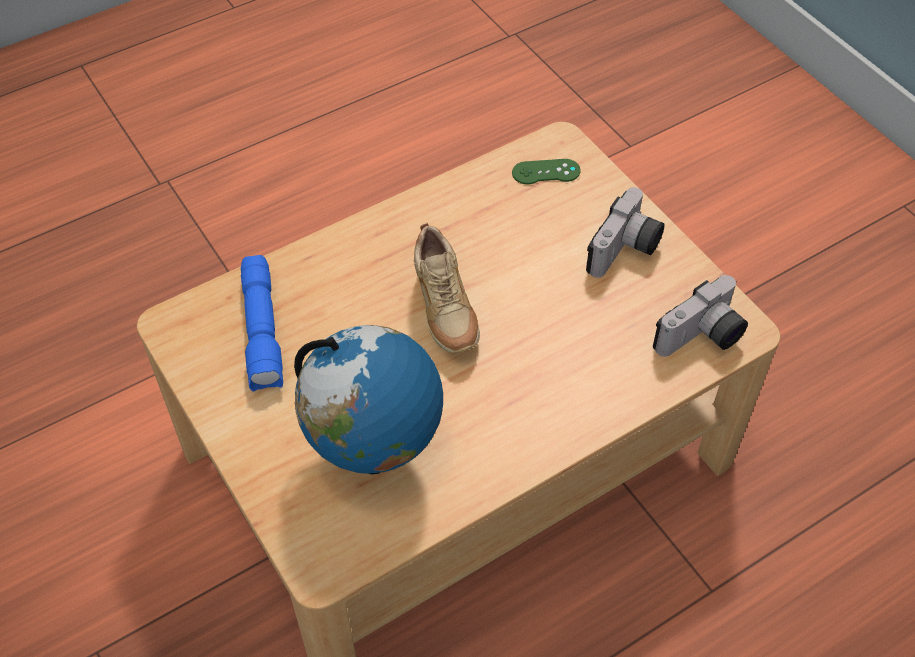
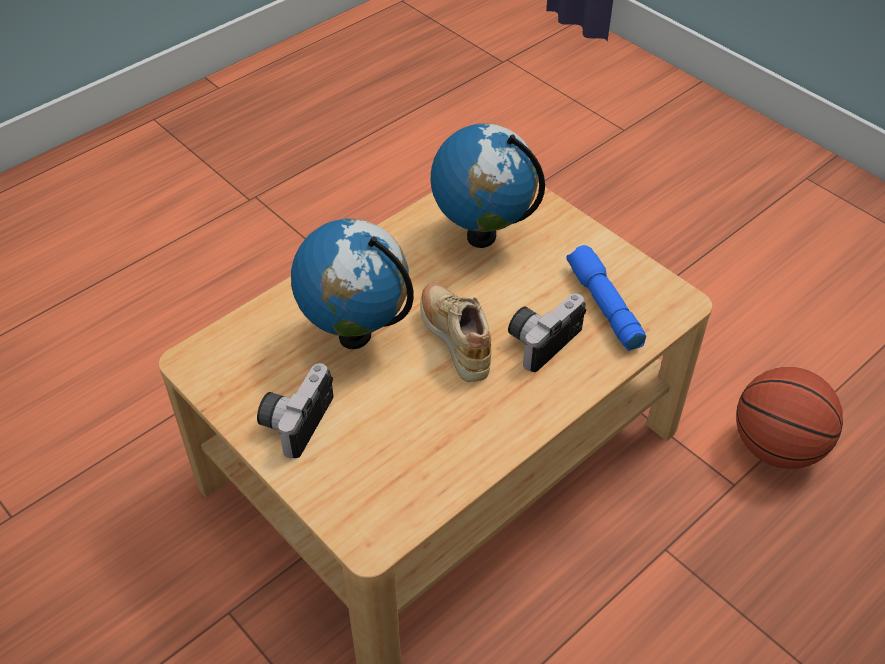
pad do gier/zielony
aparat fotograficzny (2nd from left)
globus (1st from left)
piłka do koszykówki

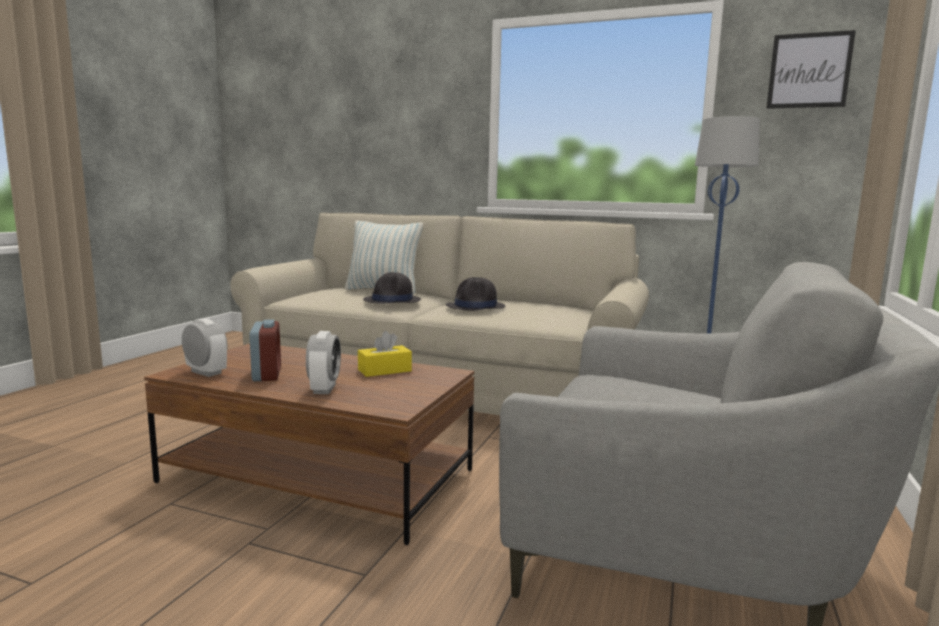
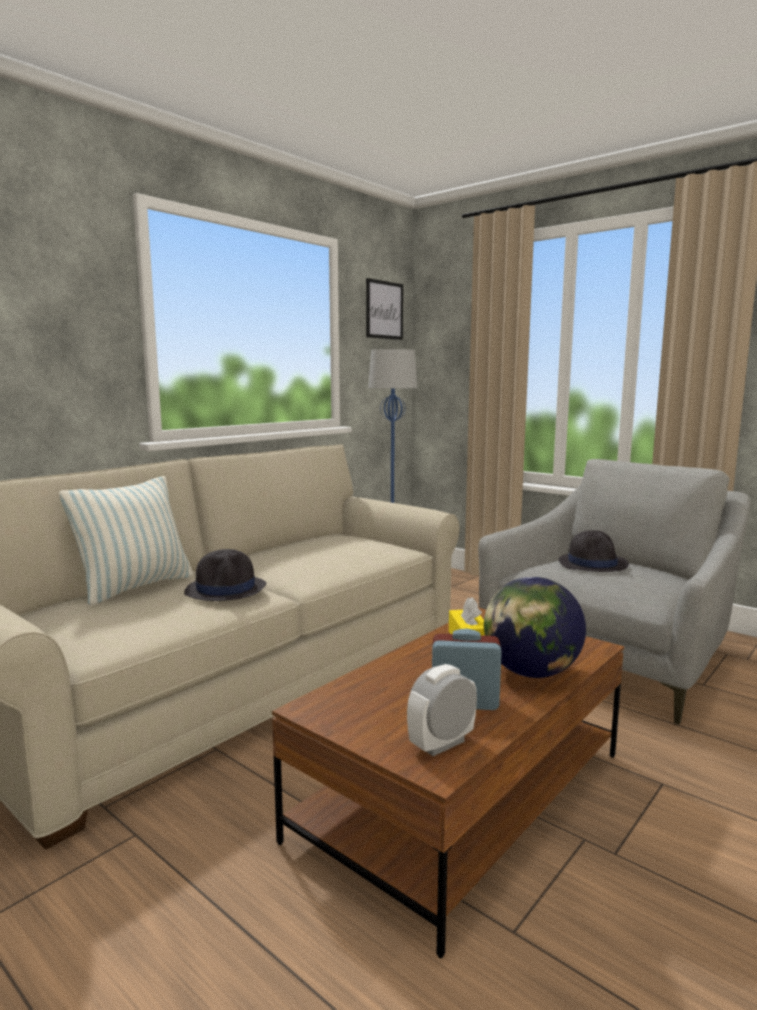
kapelusz/czarny (2nd from left)
globus

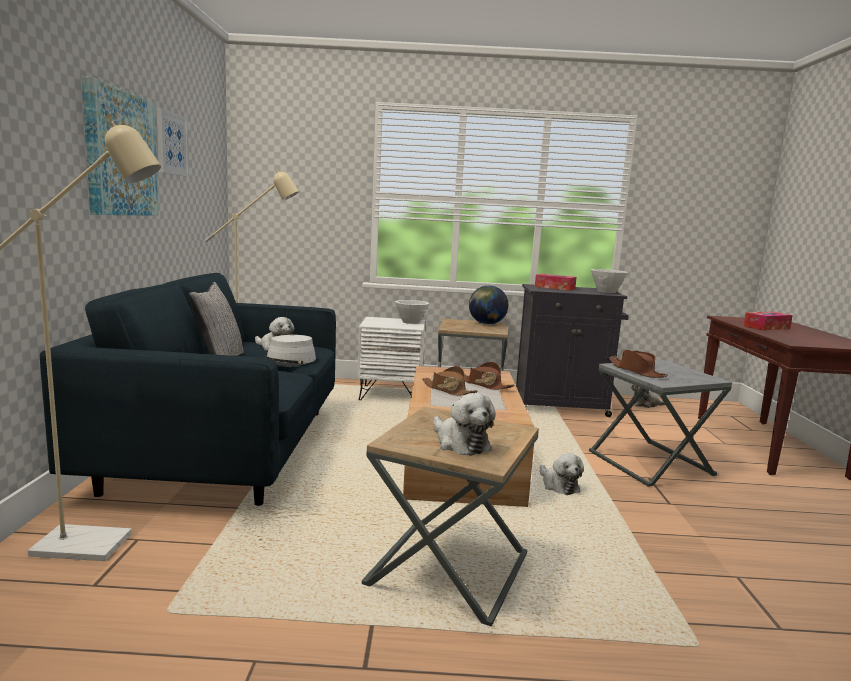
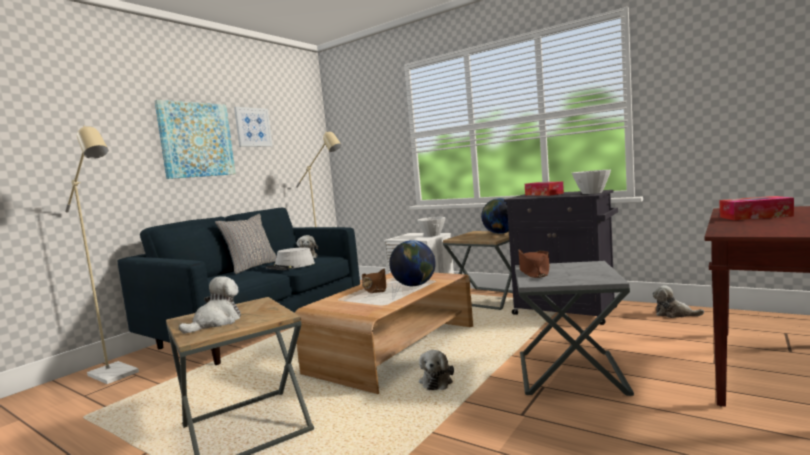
globus (1st from left)
pluszak (1st from left)

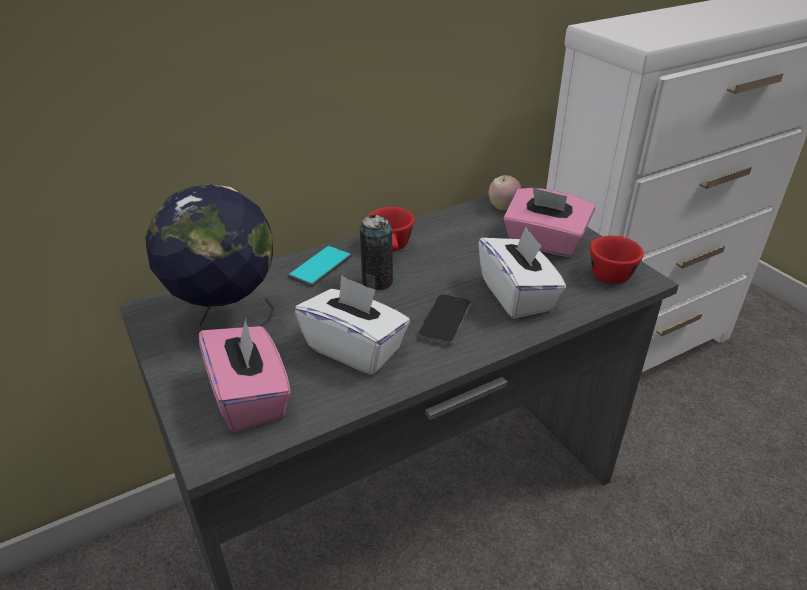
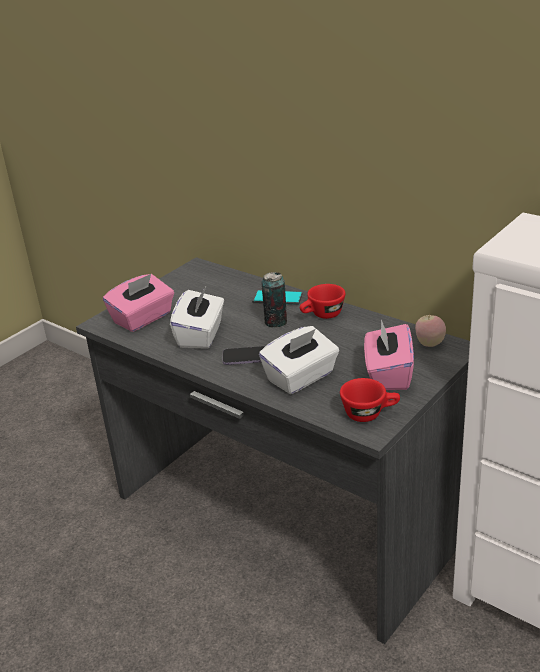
globus

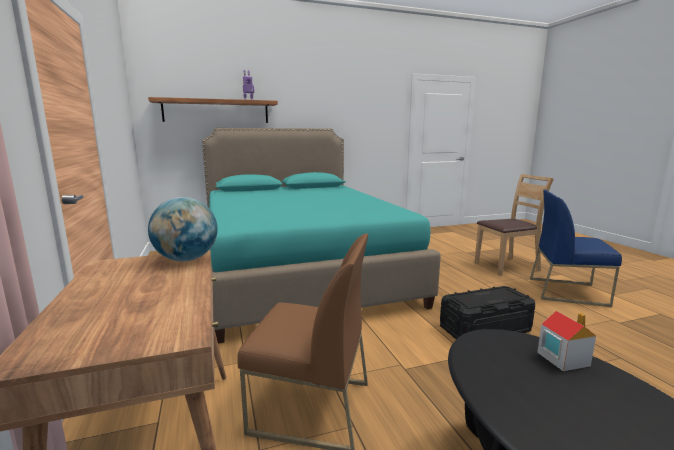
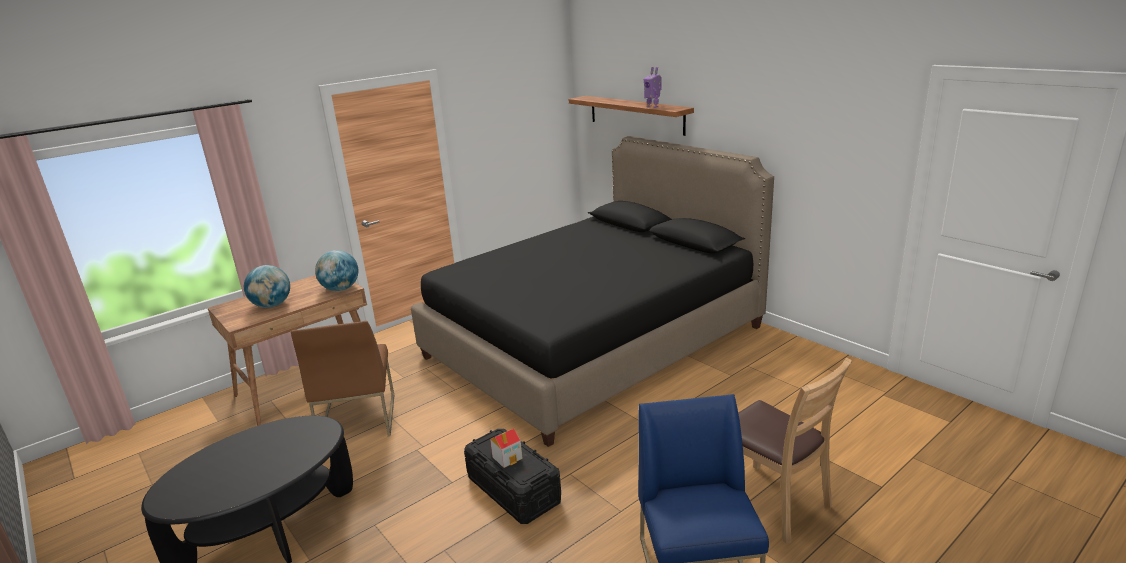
łóżko/czarny
domek
globus (1st from left)

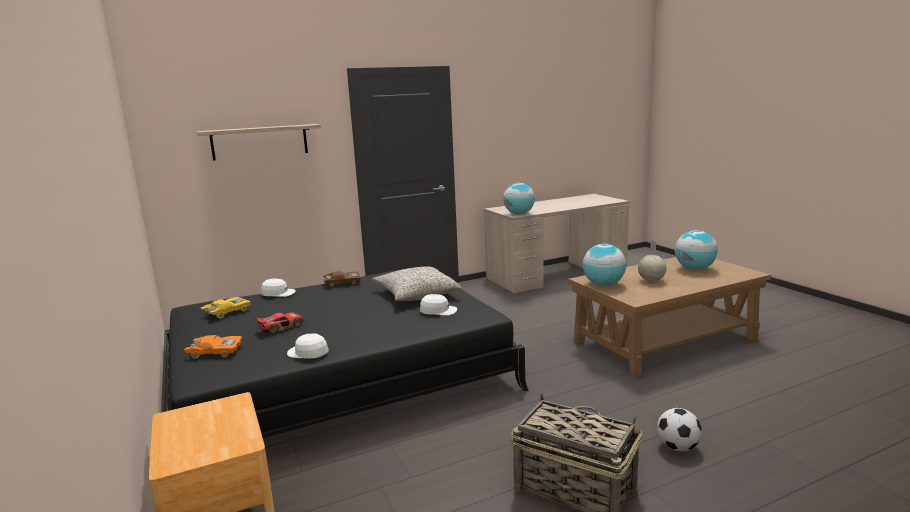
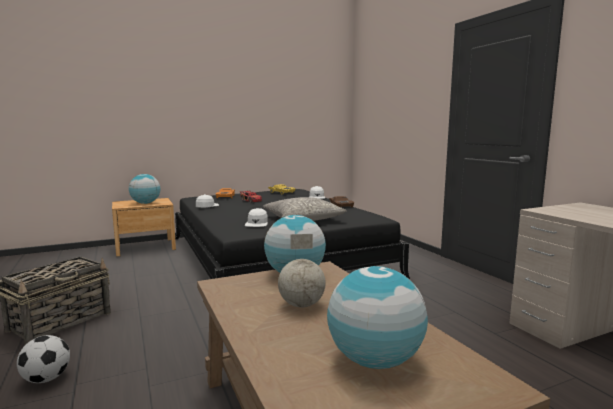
półka
globus (1st from left)

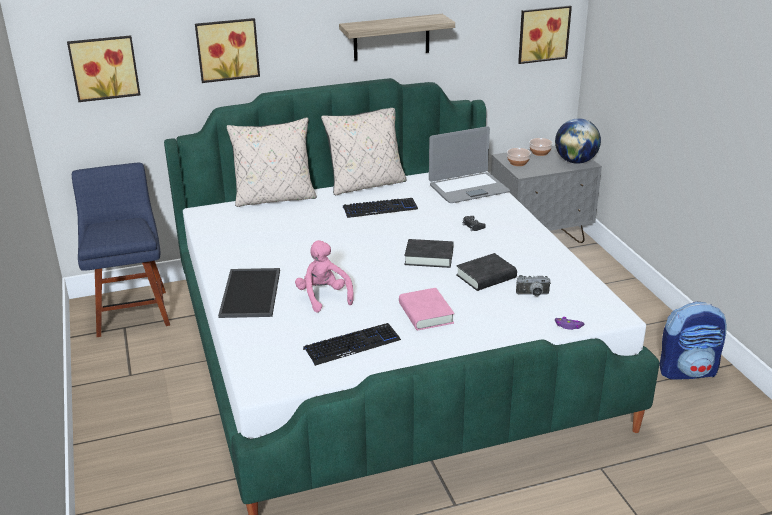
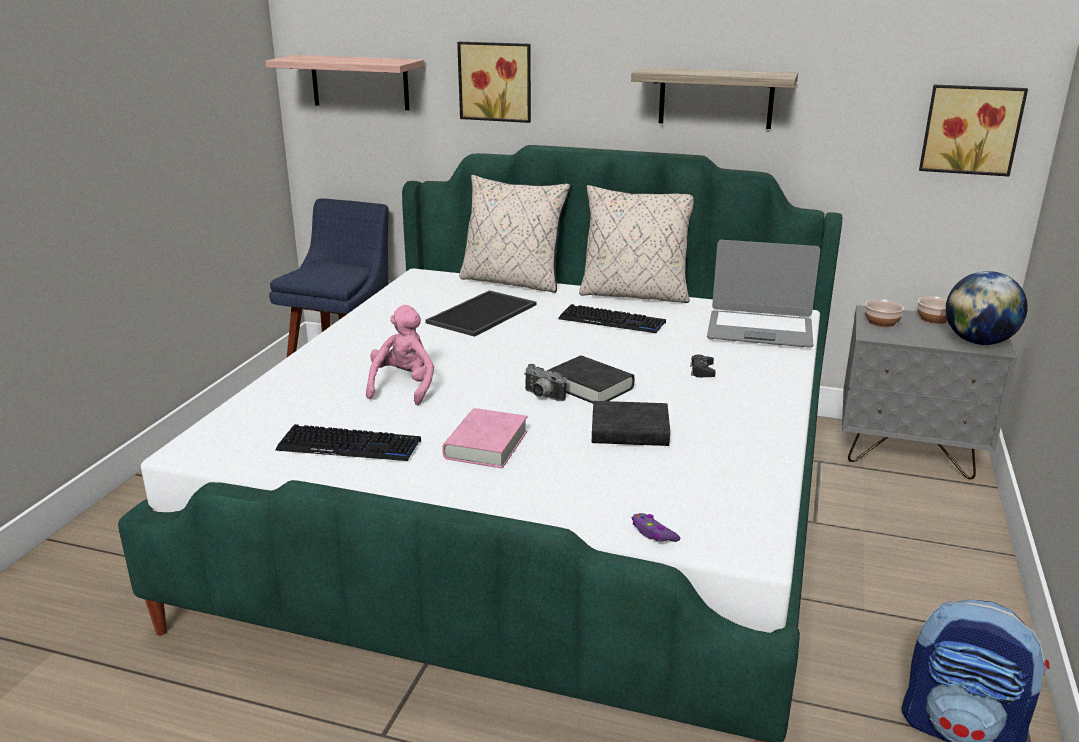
półka (1st from left)
taca
aparat fotograficzny

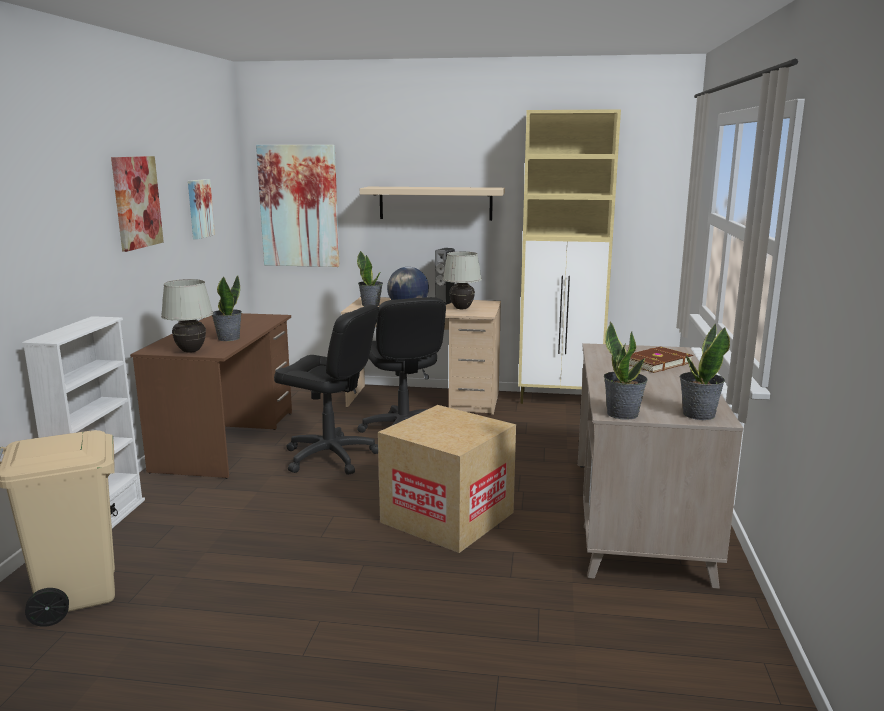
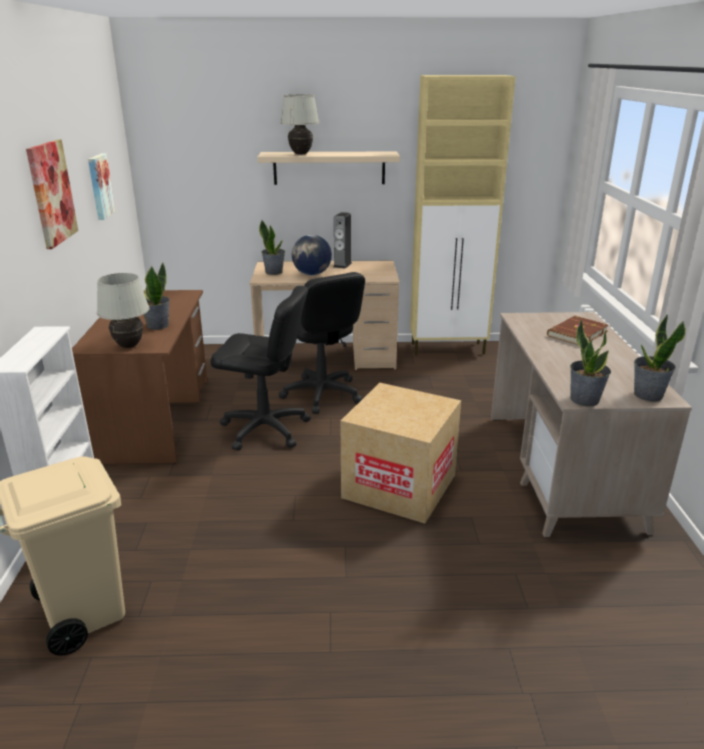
obraz (3rd from left in the first image)
lampa stołowa/biały (2nd from left)

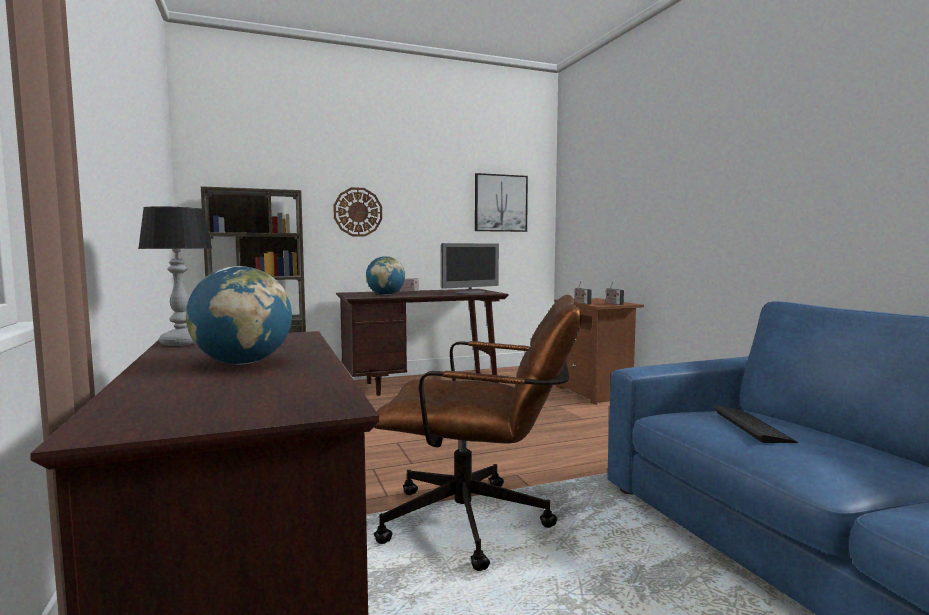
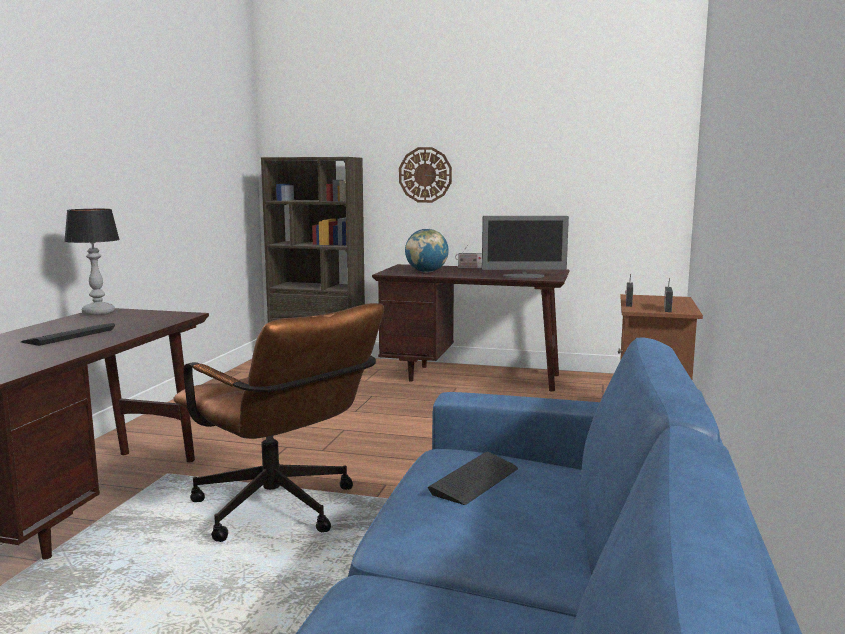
obraz
klawiatura (1st from left)

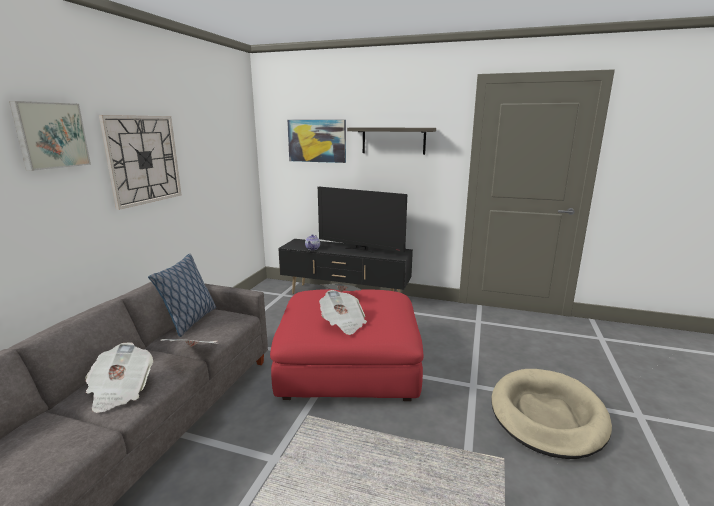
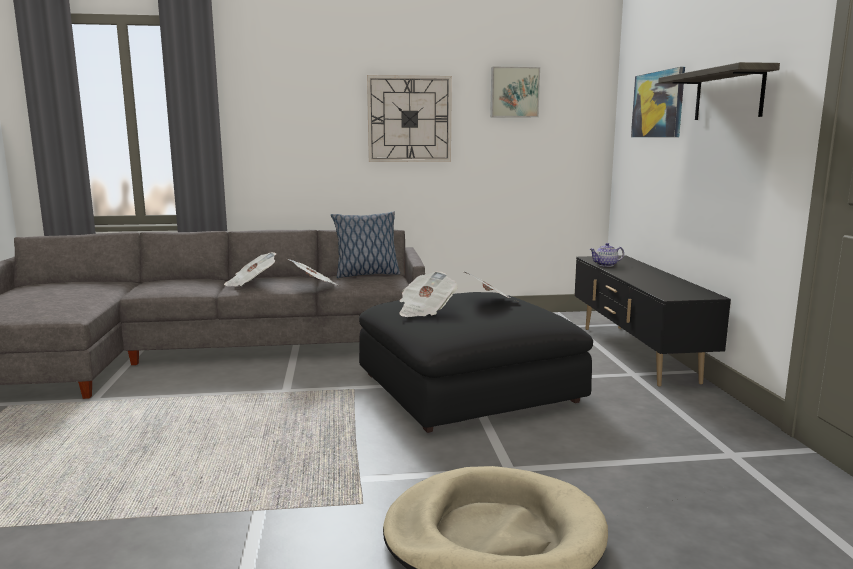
obraz (1st from left)
telewizor
pufa/czarny

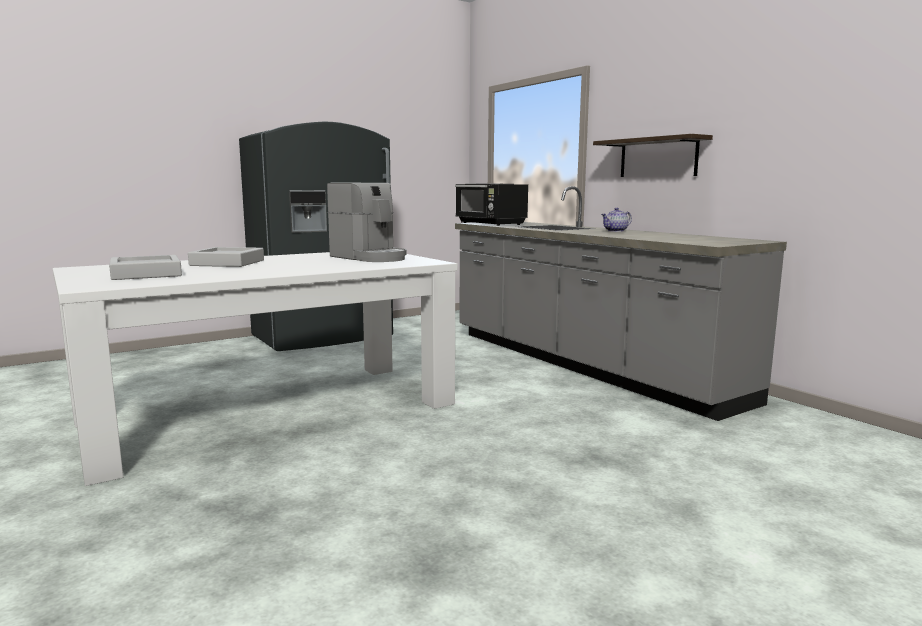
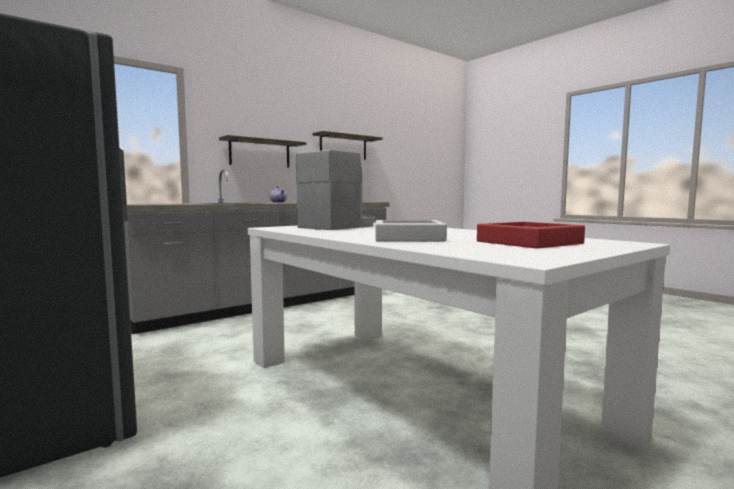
mikrofalówka/czarny
taca/czerwony
półka (2nd from left)

